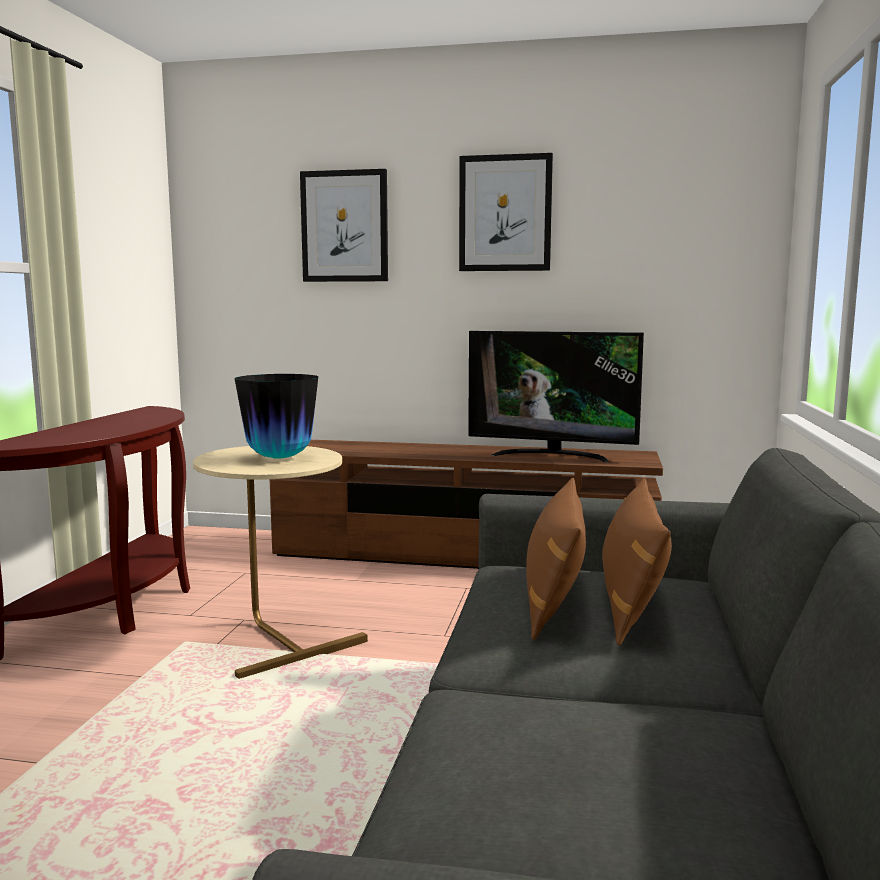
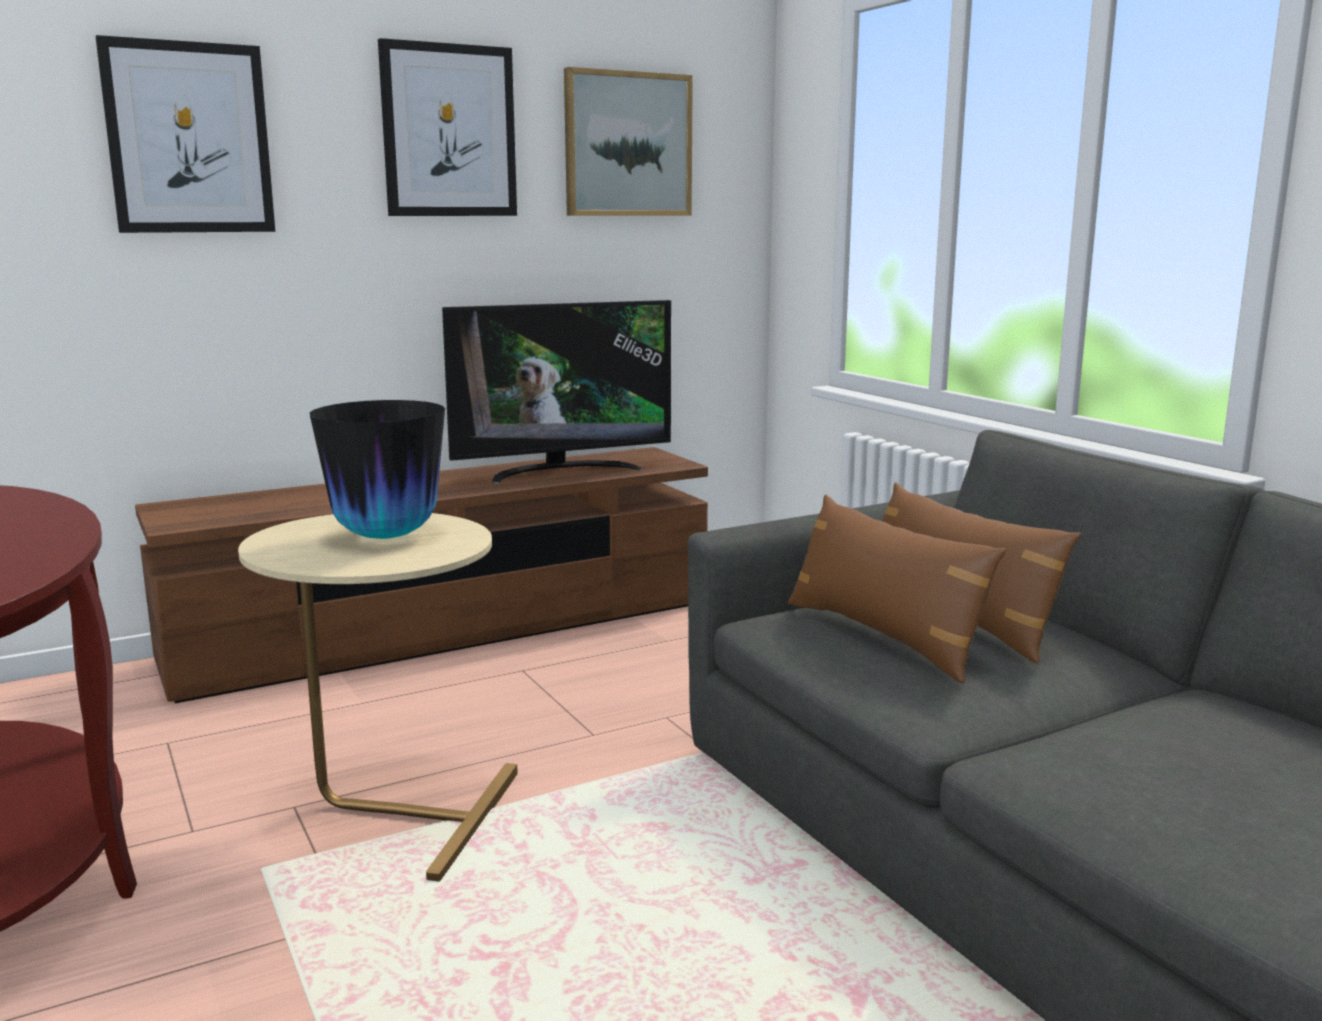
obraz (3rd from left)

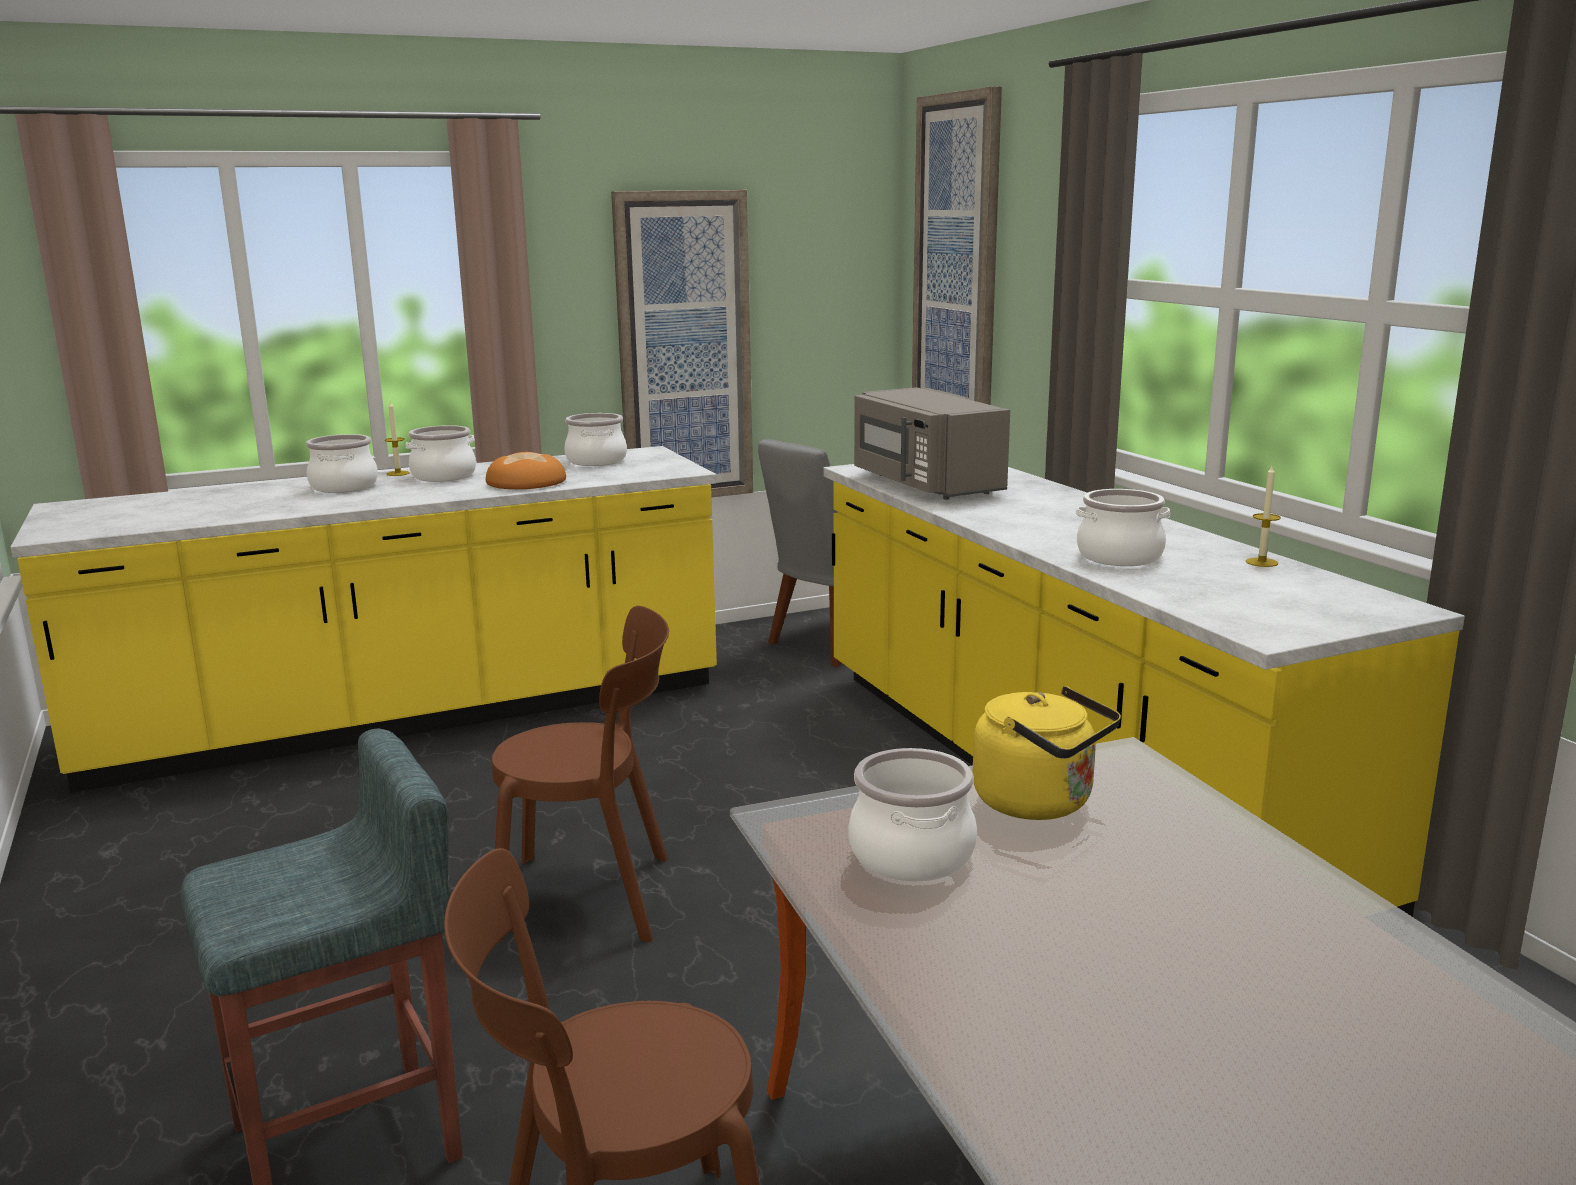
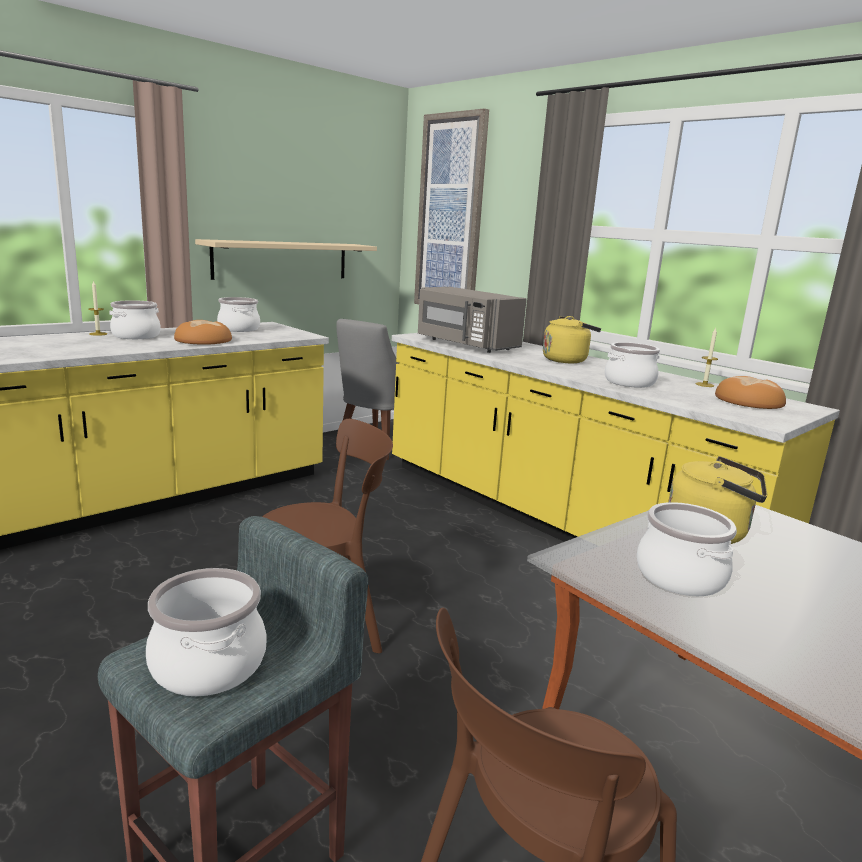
półka/beżowy
garnek (2nd from left)
czajnik/żółty (1st from left)
chleb (2nd from left)

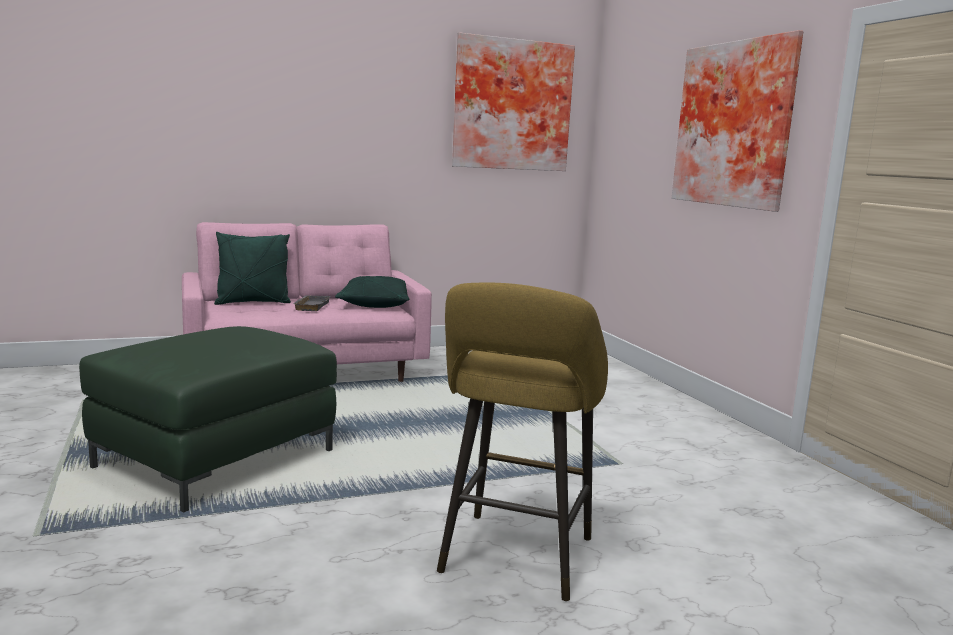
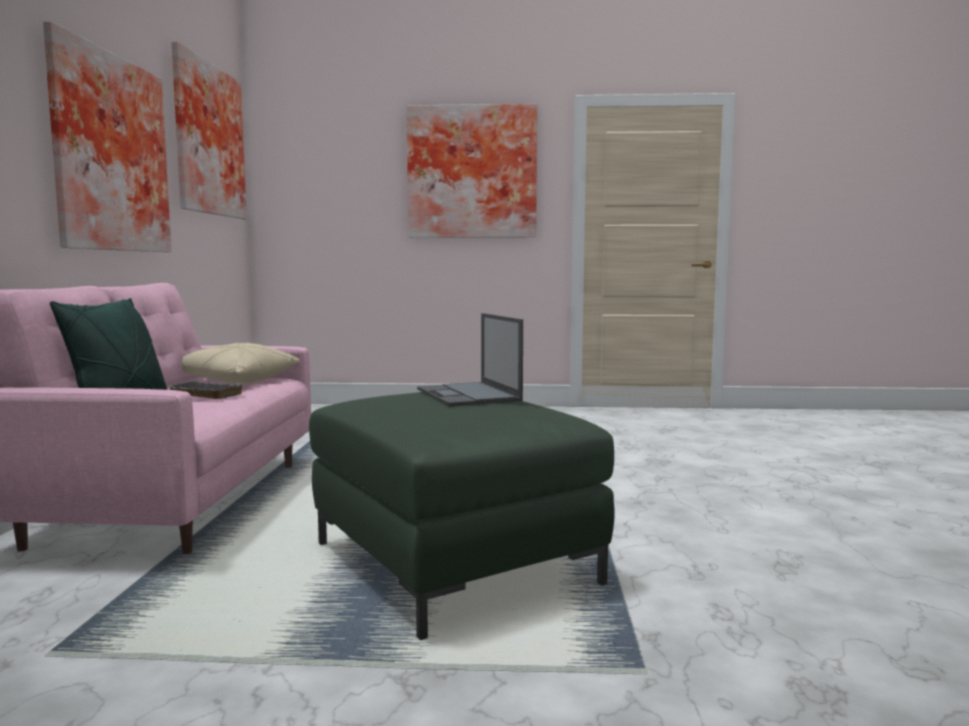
poduszka/beżowy
stołek/żółty
obraz (1st from left)
laptop

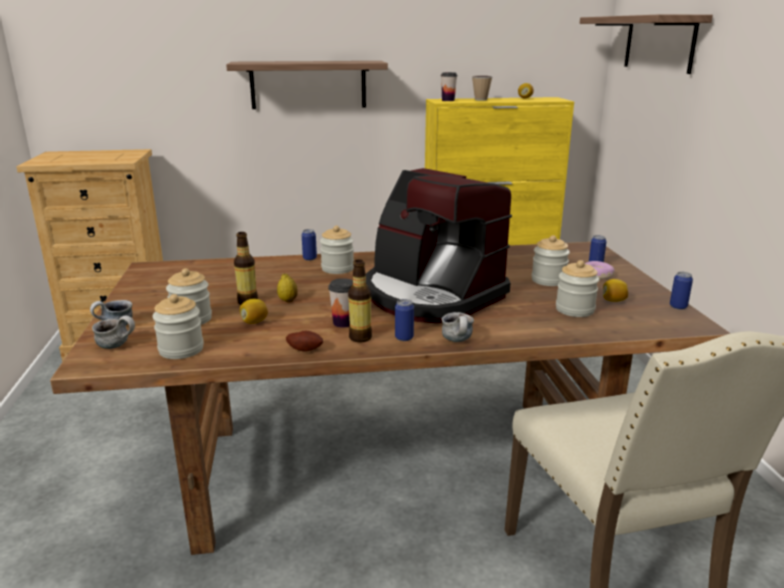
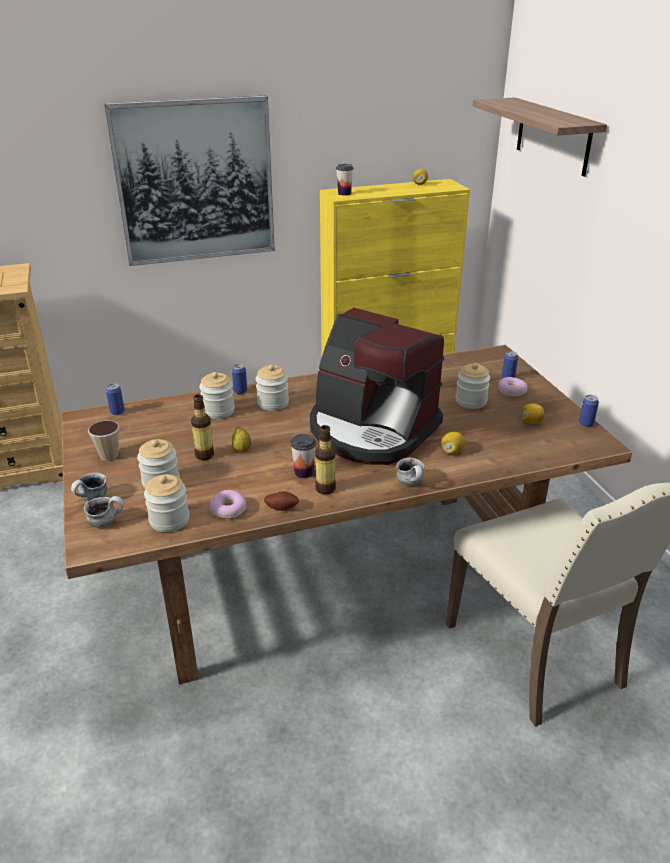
obraz
filiżanka (1st from left)
słoik (3rd from left)
cytryna (3rd from left)
puszka (1st from left)
donut (1st from left)

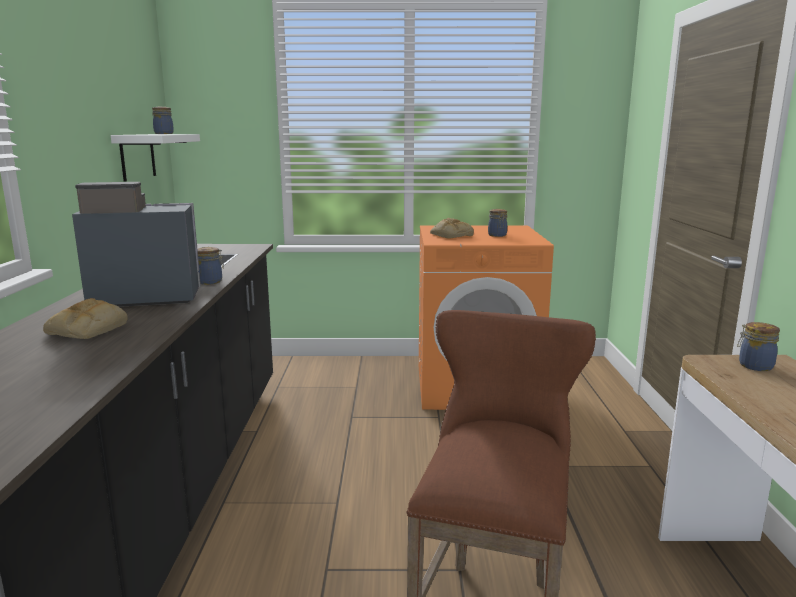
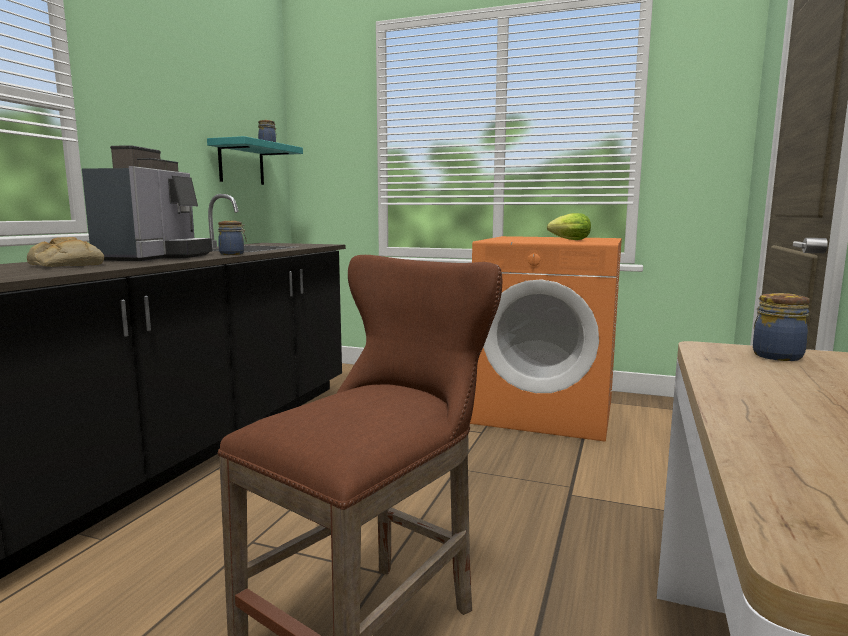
półka/turkusowy
ekspres do kawy
sałata
chleb (2nd from left in the first image)

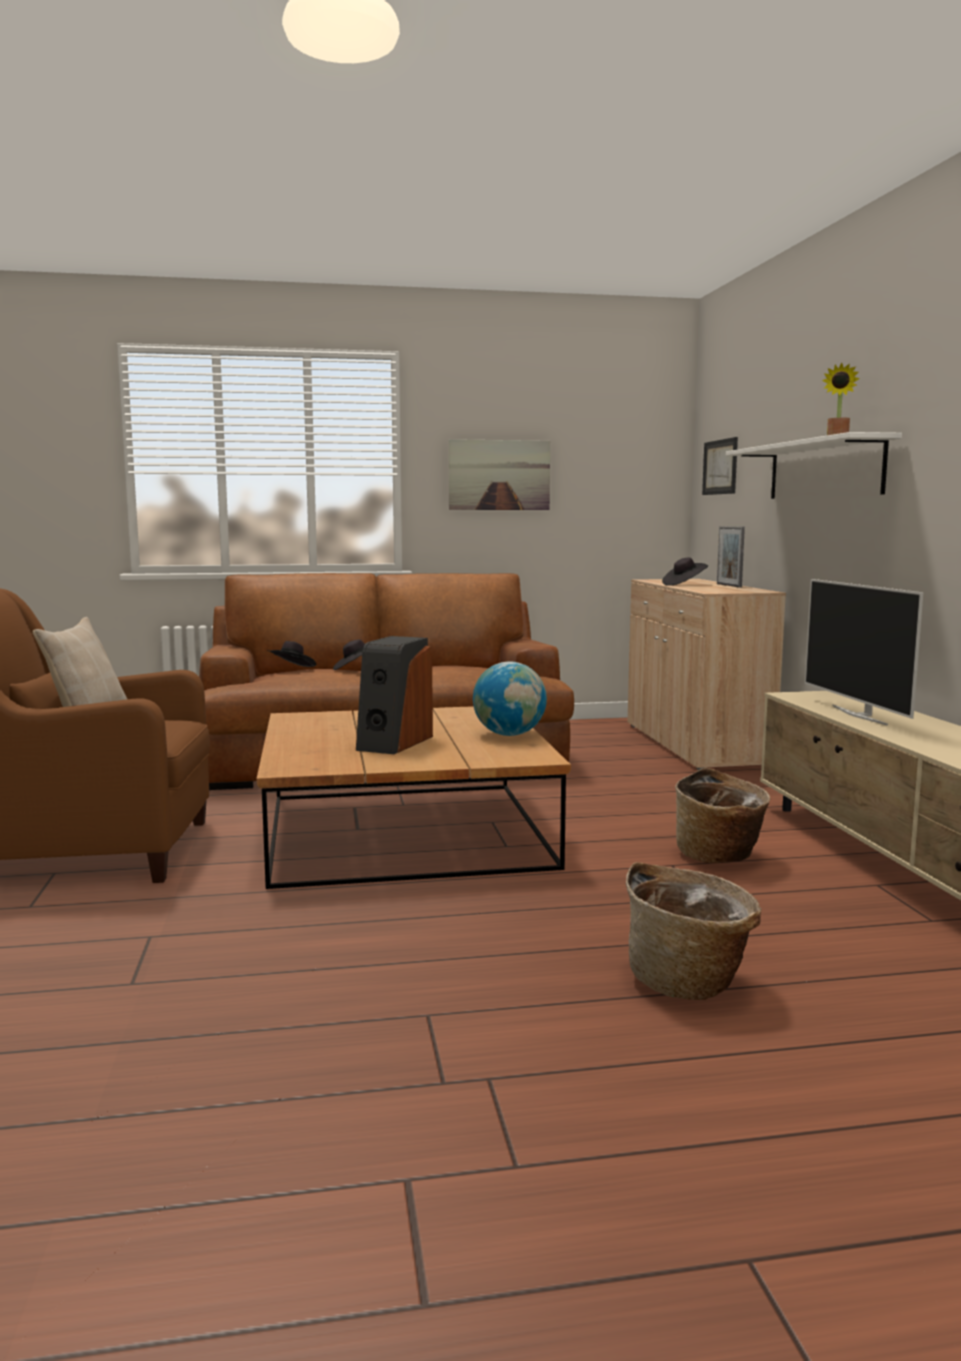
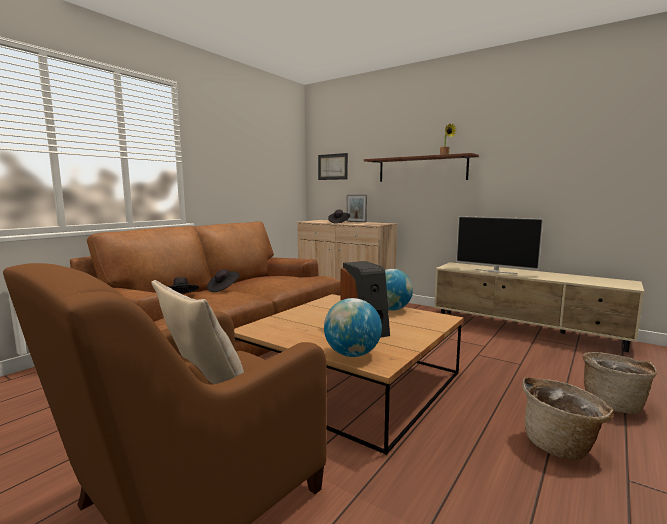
półka/brązowy
obraz (1st from left in the first image)
koszyk (1st from left)
globus (1st from left)

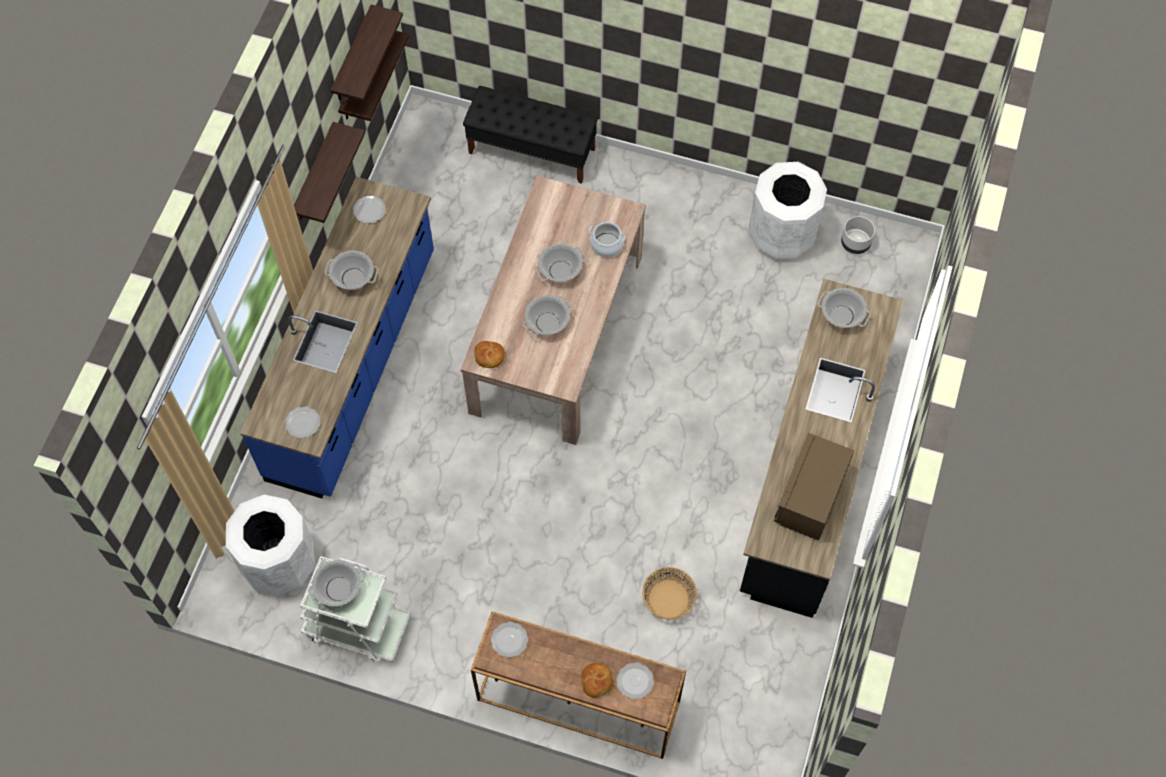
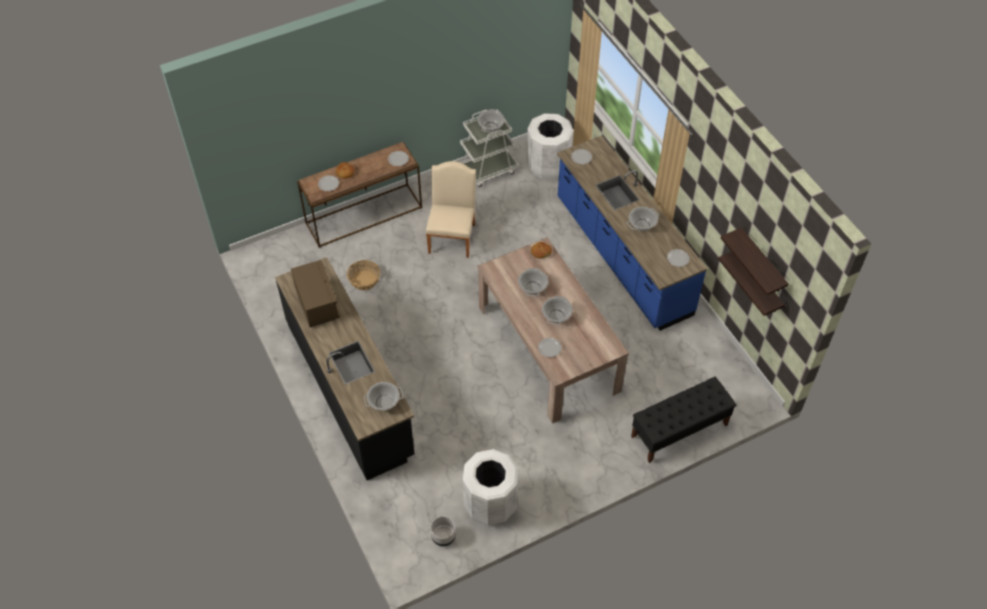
półka (1st from left in the first image)
talerz (3rd from left)
krzesło/beżowy

